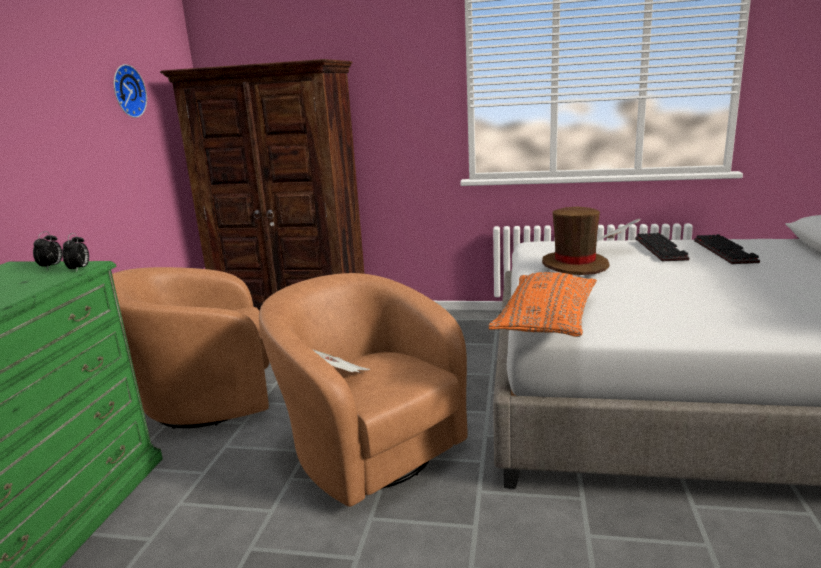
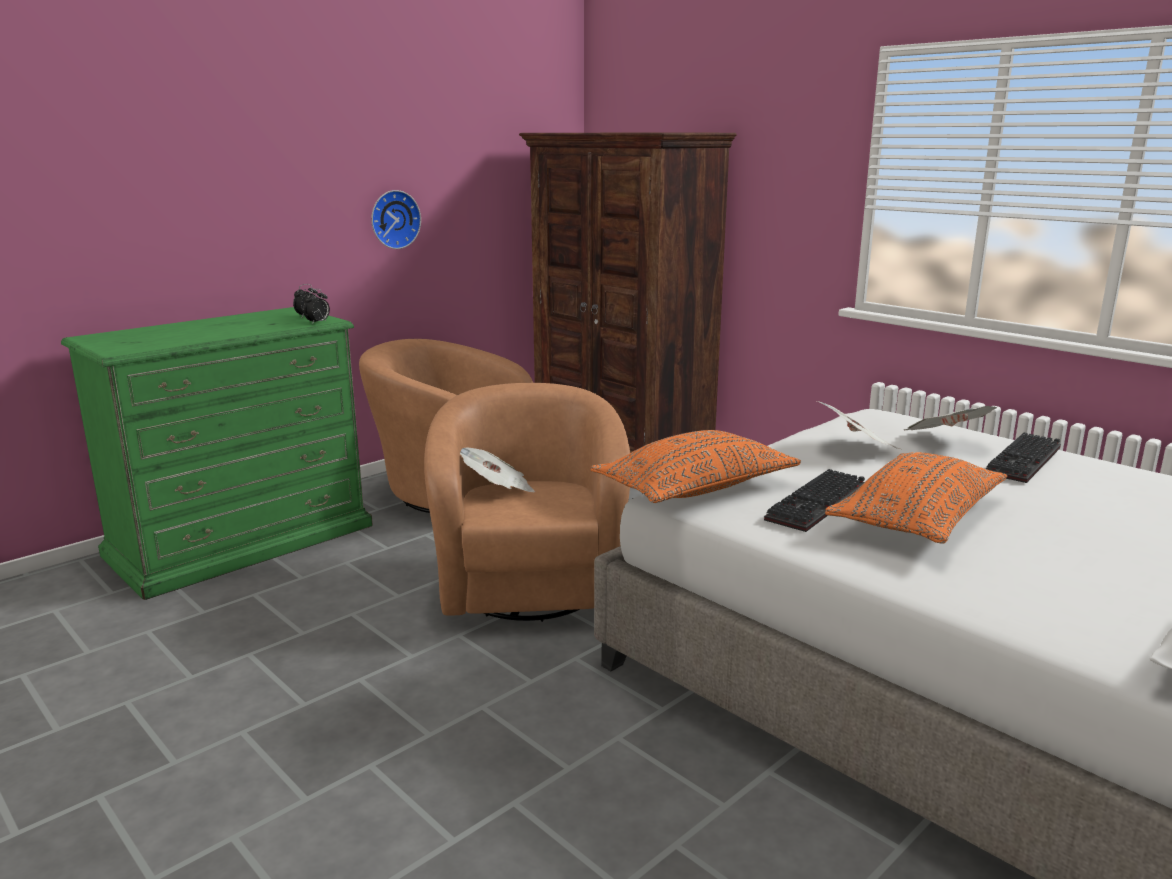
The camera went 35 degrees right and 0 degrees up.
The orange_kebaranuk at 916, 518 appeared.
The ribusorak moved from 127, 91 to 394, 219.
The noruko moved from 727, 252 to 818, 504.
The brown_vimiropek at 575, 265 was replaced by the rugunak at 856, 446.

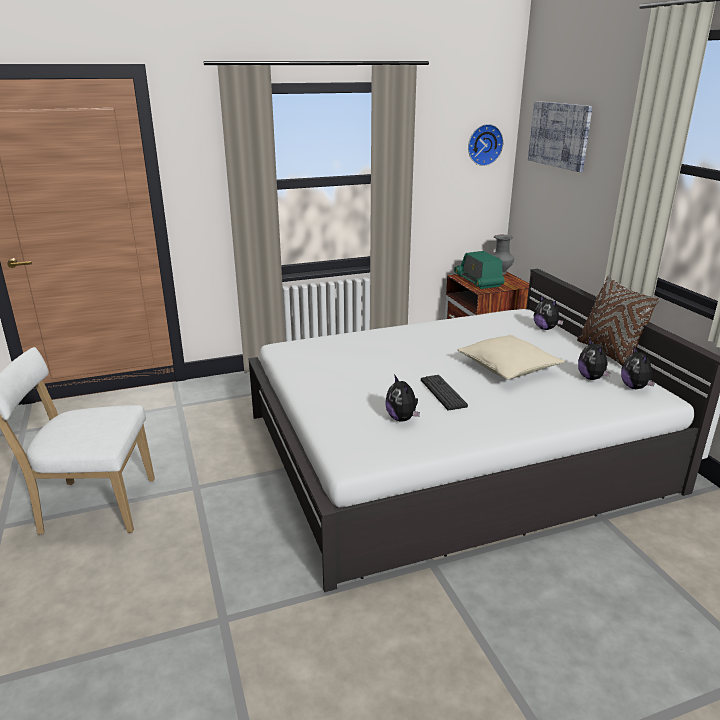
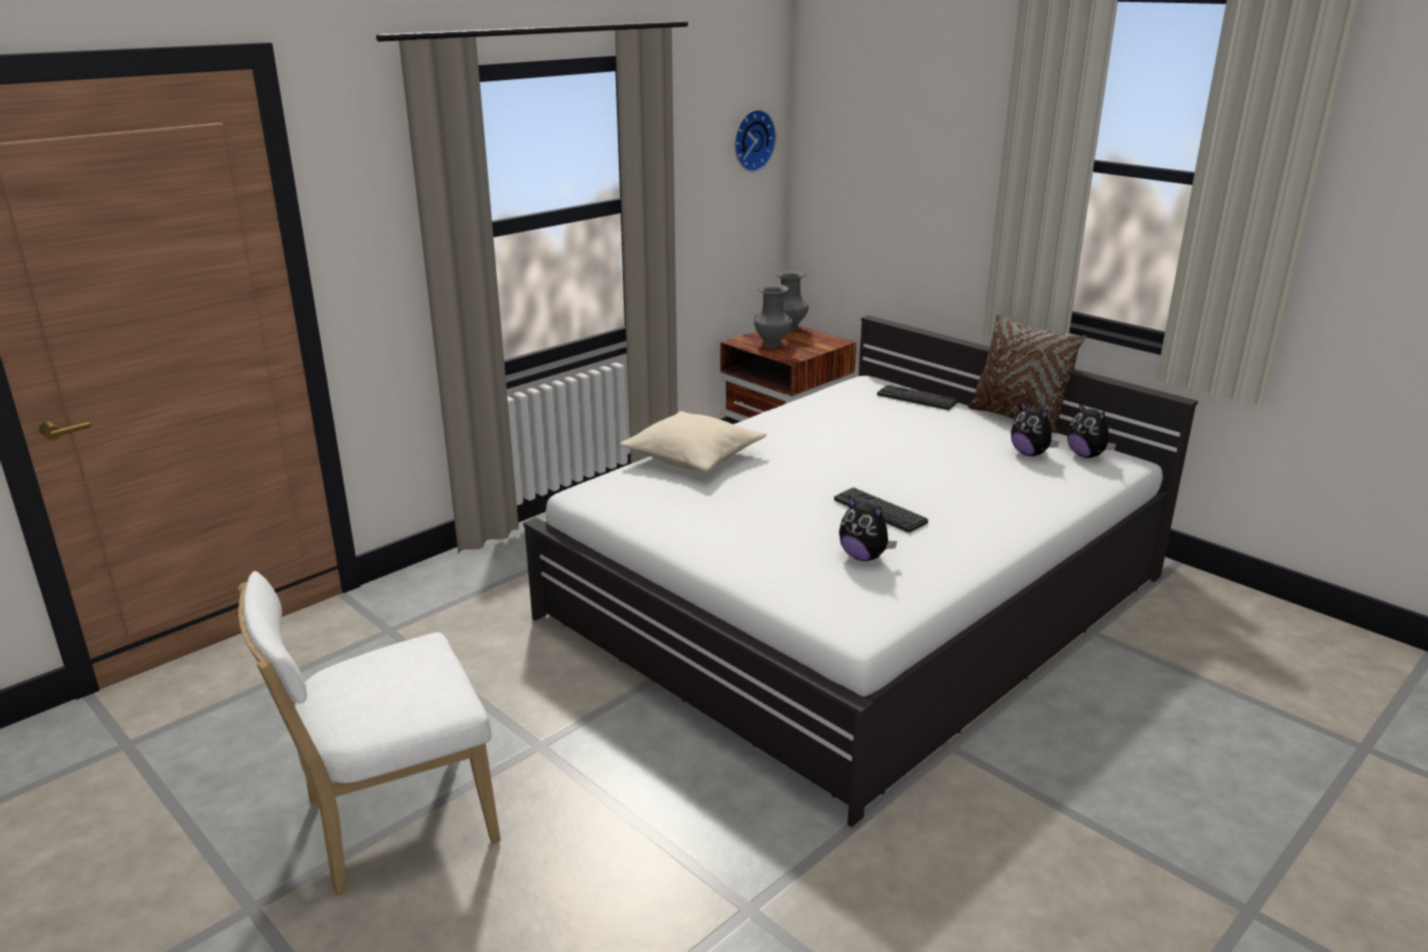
The camera went 25 degrees left and 0 degrees up.
The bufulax at 559, 135 disappeared.
The beige_kebaranuk moved from 508, 368 to 693, 457.
The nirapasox at 478, 281 was replaced by the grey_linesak at 773, 344.
The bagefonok at 545, 328 was replaced by the noruko at 916, 398.

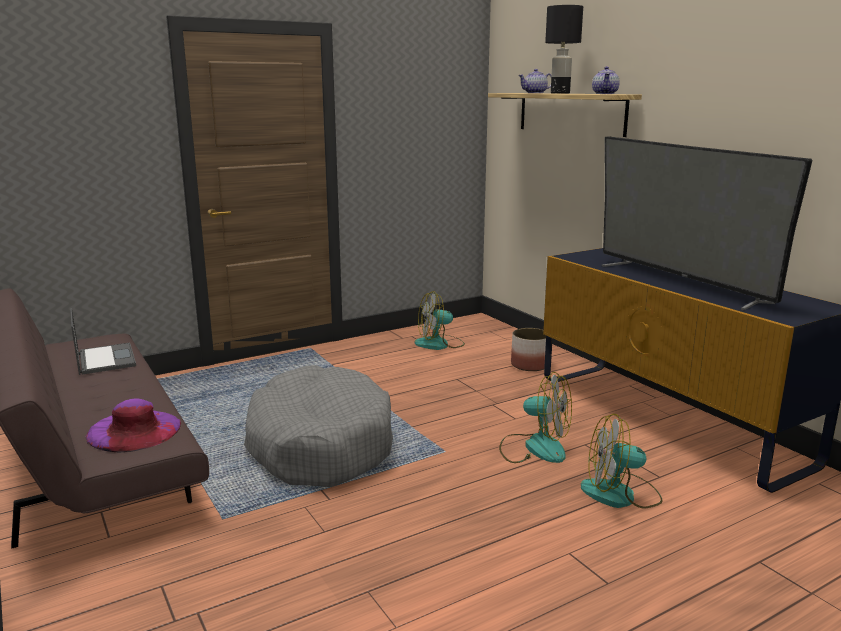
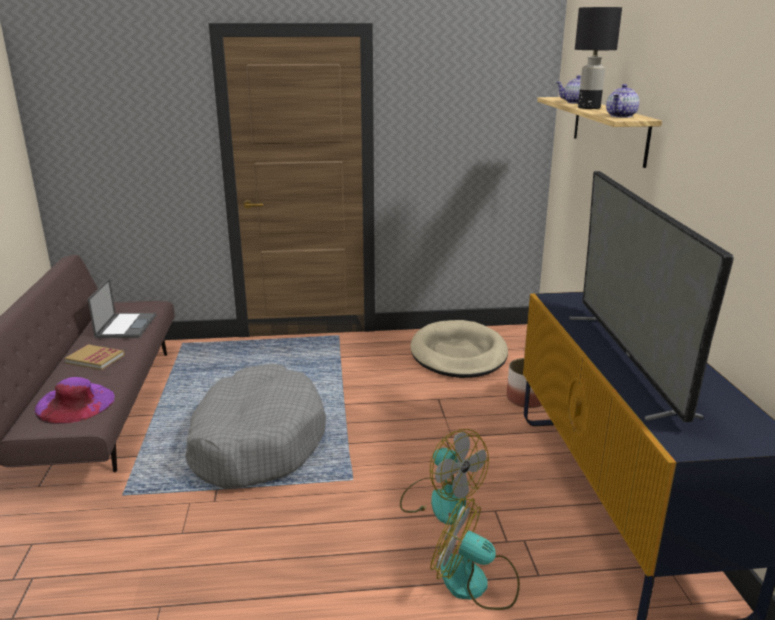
The camera went 25 degrees right and 5 degrees up.
The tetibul at 95, 359 appeared.
The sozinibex at 439, 344 was replaced by the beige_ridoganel at 458, 354.

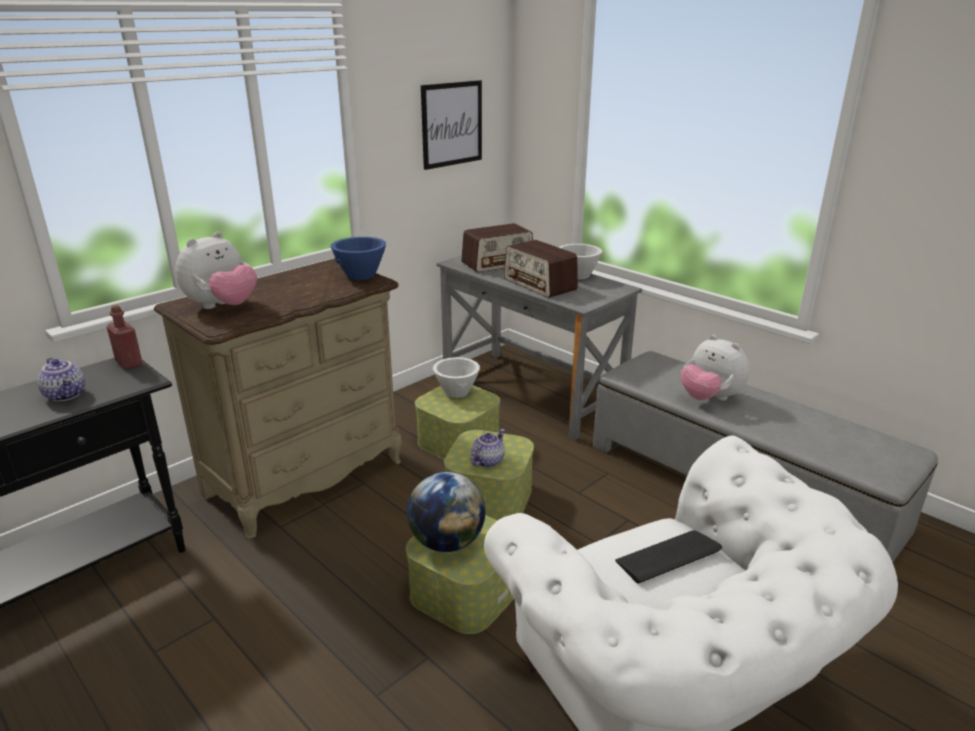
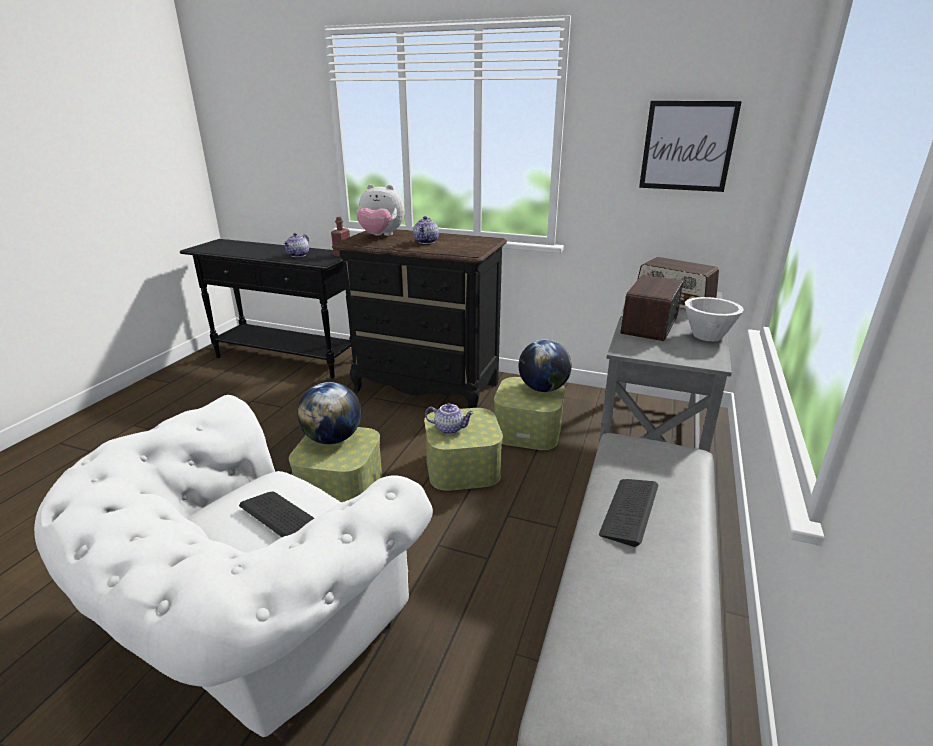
The camera went 65 degrees right and 0 degrees up.
The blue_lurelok at 360, 275 disappeared.
The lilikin at 426, 242 appeared.
The white_lurelok at 456, 392 was replaced by the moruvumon at 543, 389.
The bagefonok at 710, 398 was replaced by the noruko at 629, 511.
The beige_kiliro at 308, 479 became the black_kiliro at 425, 389.

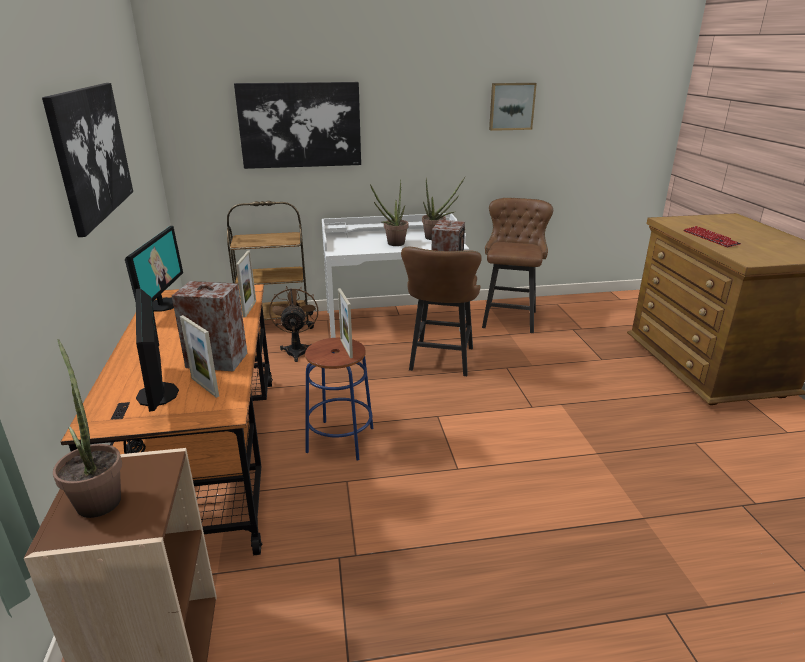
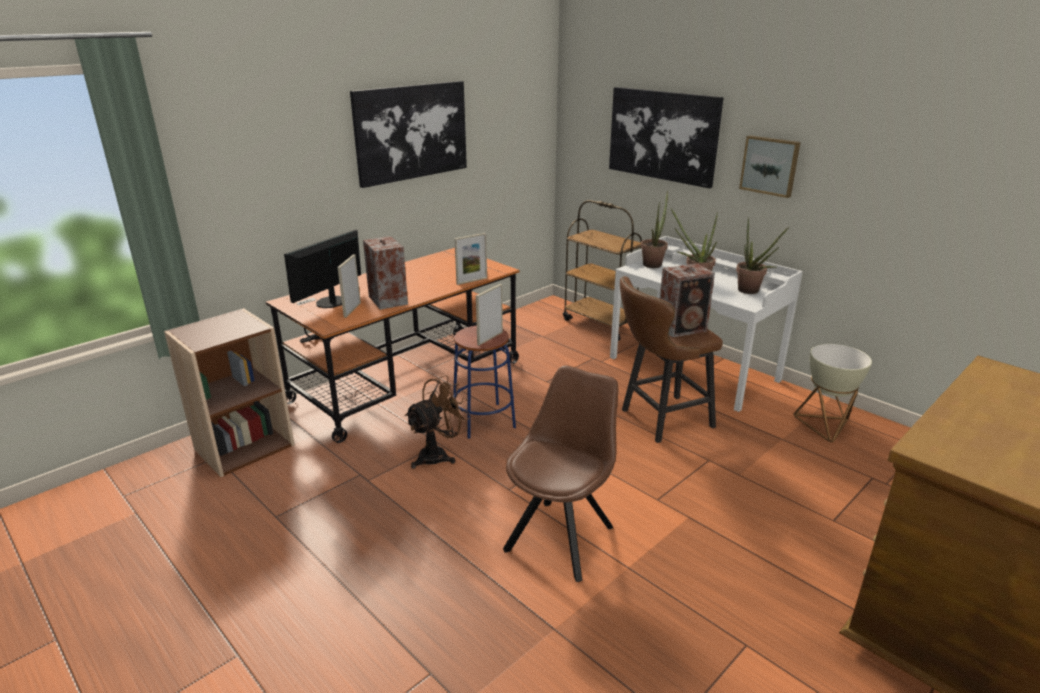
The camera went 55 degrees right and 0 degrees up.
The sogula at 162, 304 disappeared.
The noruko at 710, 238 disappeared.
The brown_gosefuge at 561, 538 appeared.
The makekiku moved from 98, 497 to 653, 263.
The brown_sozinibex moved from 297, 349 to 438, 455.
The bufulax moved from 511, 106 to 770, 165.
The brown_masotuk at 510, 316 was replaced by the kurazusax at 824, 425.

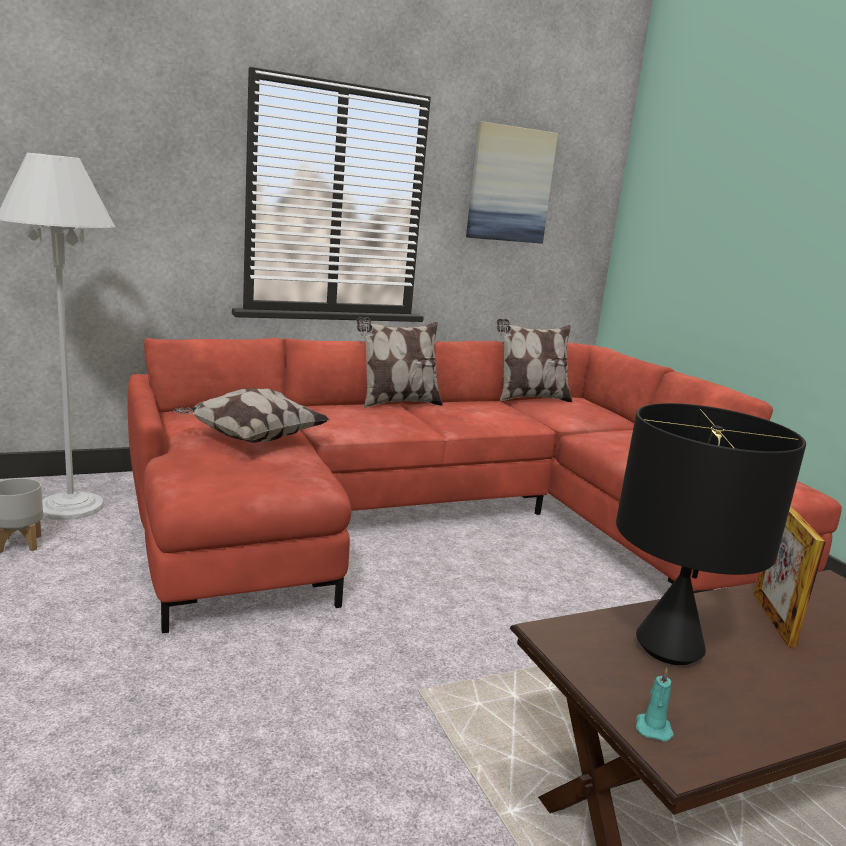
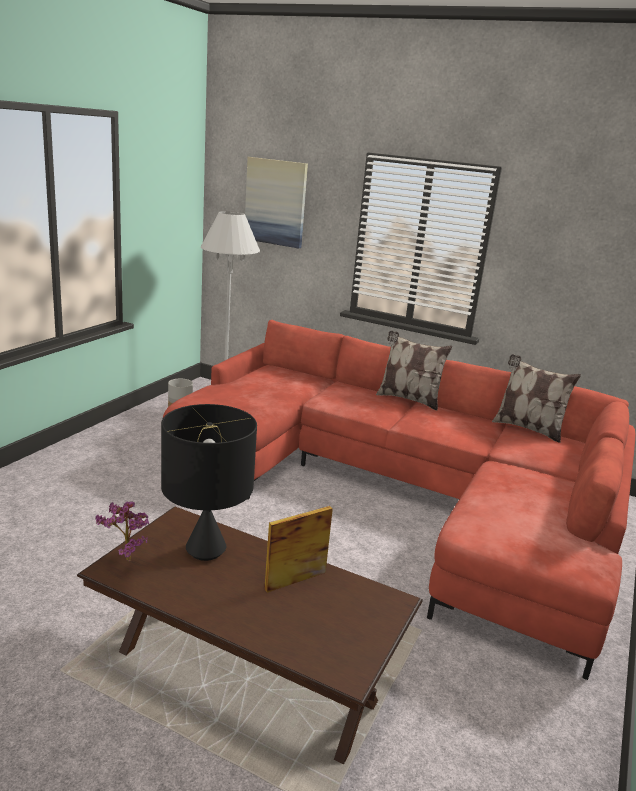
The camera went 50 degrees right and 5 degrees up.
The kebaranuk at 251, 439 disappeared.
The bufulax moved from 510, 185 to 276, 202.
The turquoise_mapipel at 652, 727 was replaced by the makekiku at 124, 558.

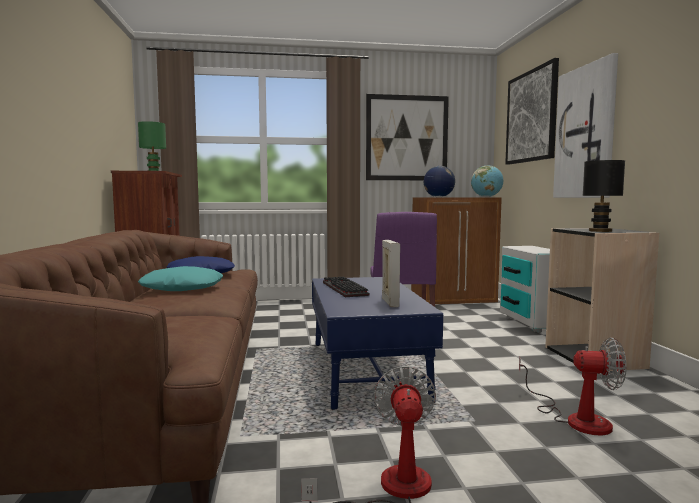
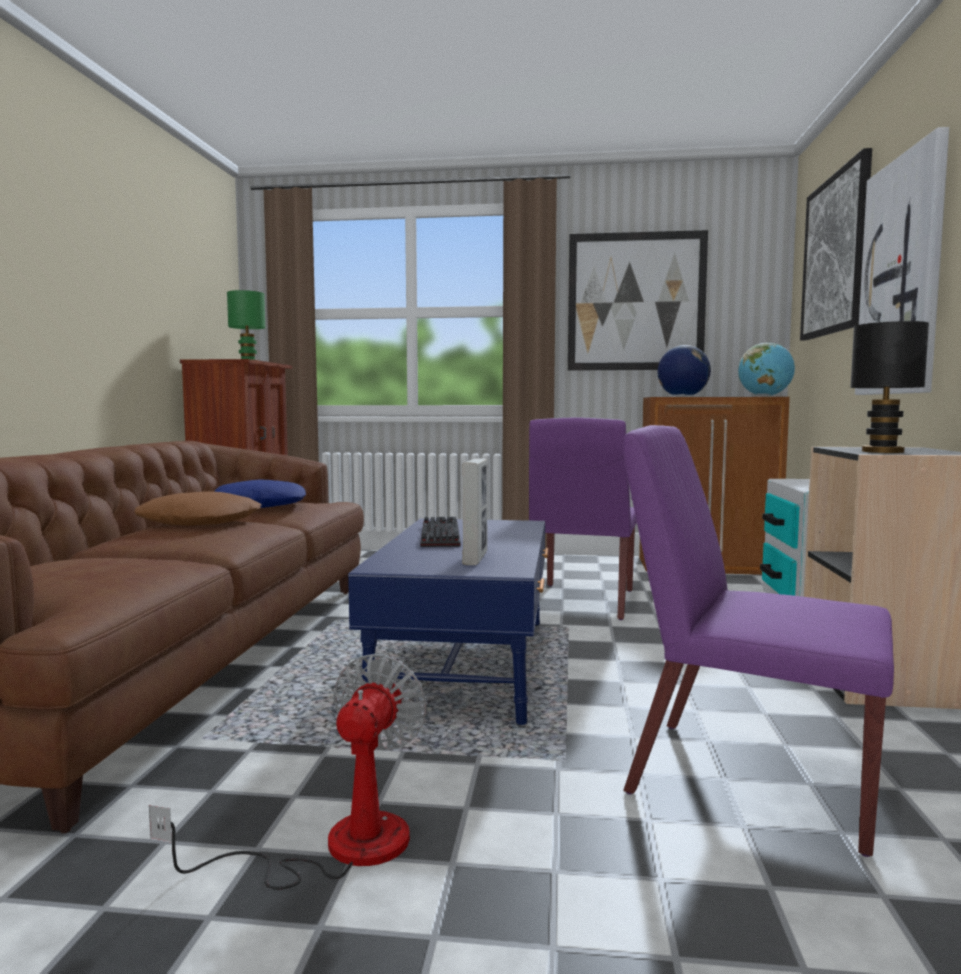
The camera went 15 degrees right and 0 degrees up.
The sozinibex at 576, 418 was replaced by the purple_gosefuge at 748, 779.
The turquoise_kebaranuk at 183, 288 became the brown_kebaranuk at 201, 522.

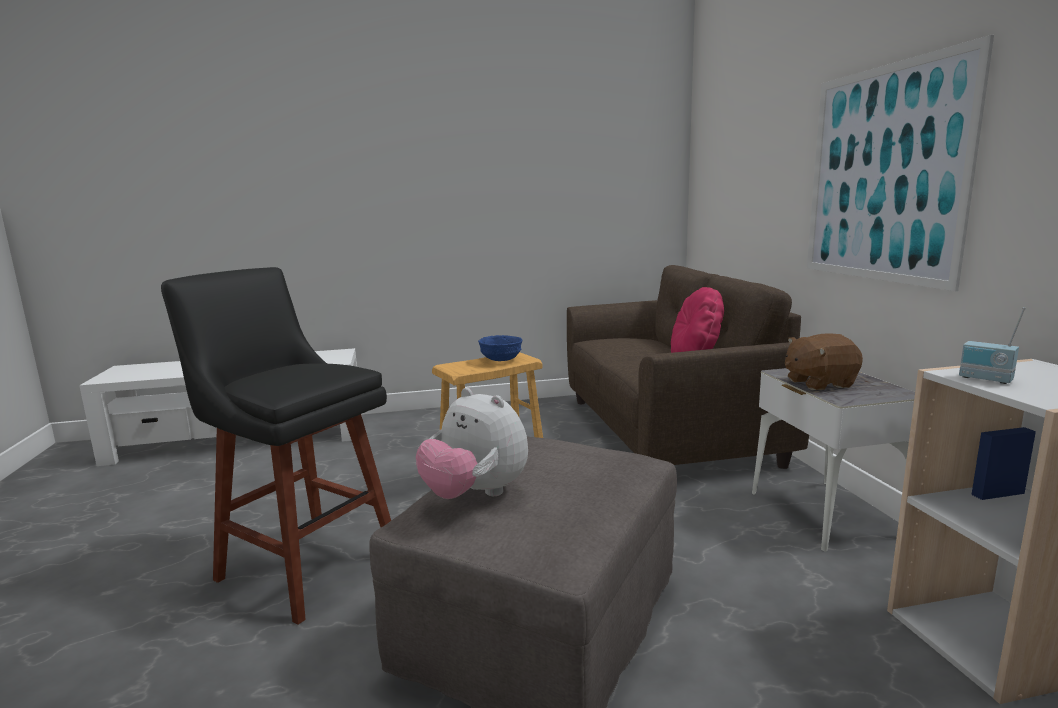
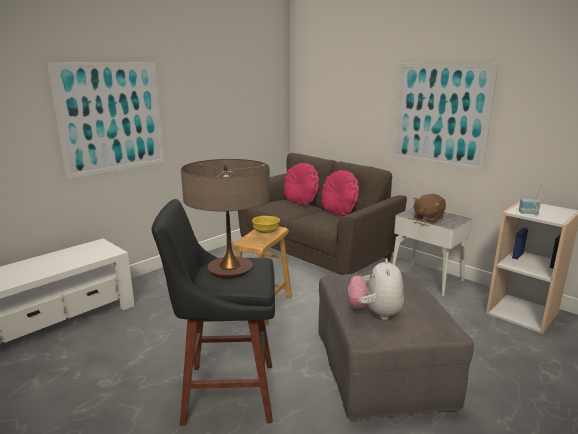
The camera went 35 degrees left and 5 degrees up.
The bufulax at 112, 118 appeared.
The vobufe at 230, 270 appeared.
The pink_kebaranuk at 301, 202 appeared.
The blue_lurelok at 500, 360 became the yellow_lurelok at 265, 232.
The bagefonok at 475, 495 turned 90 degrees clockwise.

